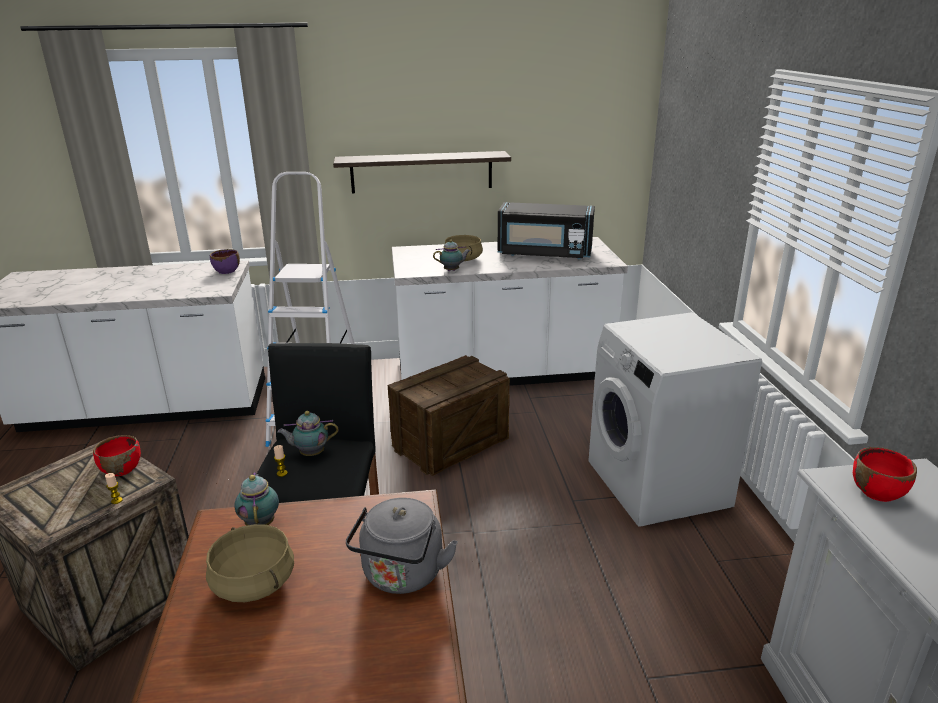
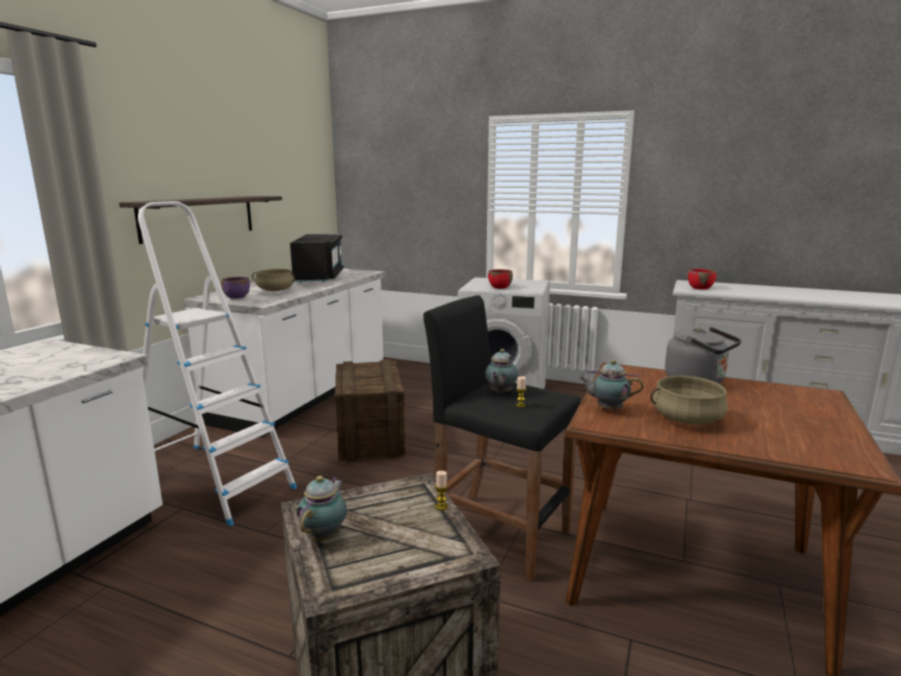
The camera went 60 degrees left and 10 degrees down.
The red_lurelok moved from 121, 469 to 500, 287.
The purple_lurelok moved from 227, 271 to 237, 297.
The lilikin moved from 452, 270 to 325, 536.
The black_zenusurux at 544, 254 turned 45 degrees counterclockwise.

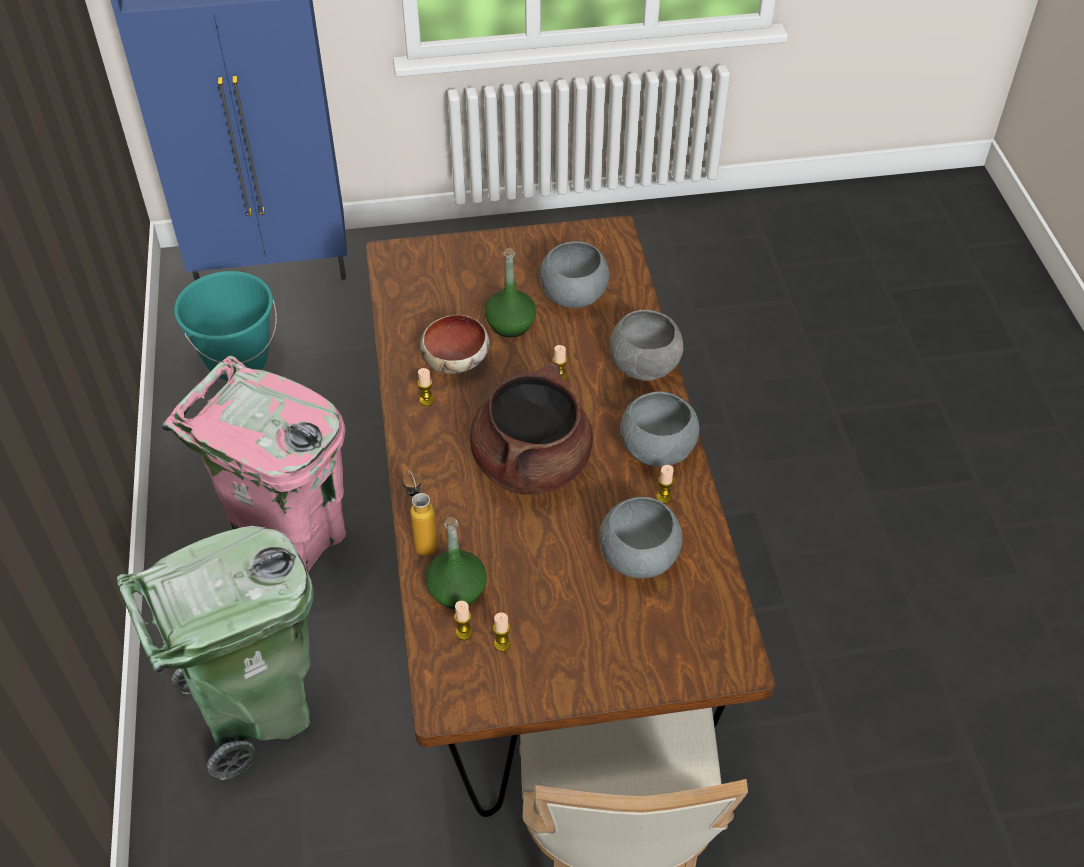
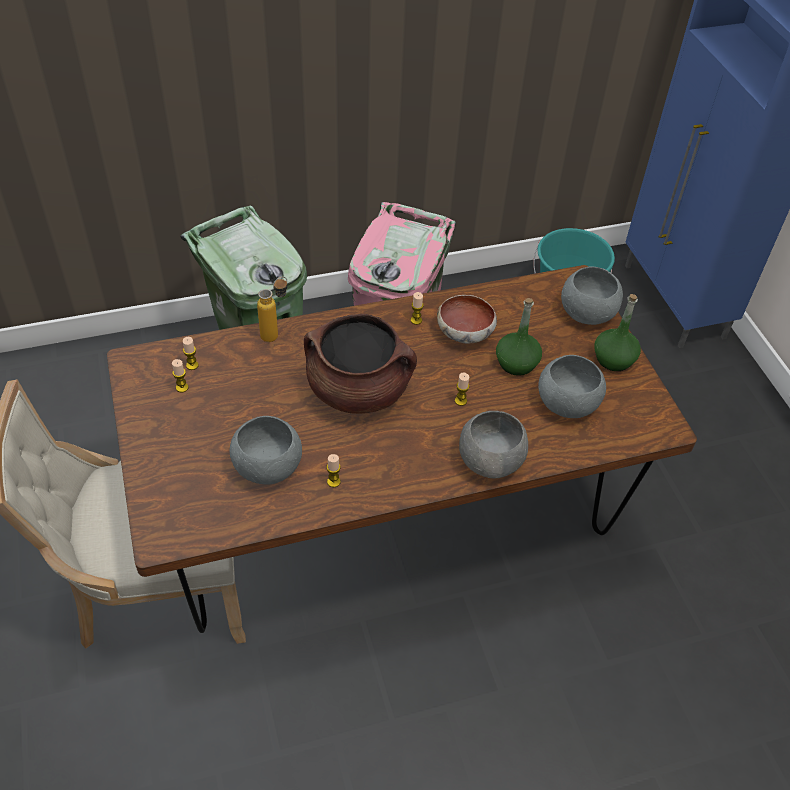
The camera went 80 degrees right and 0 degrees up.
The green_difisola moved from 456, 590 to 613, 359.
The grey_lurelok moved from 658, 449 to 587, 313.

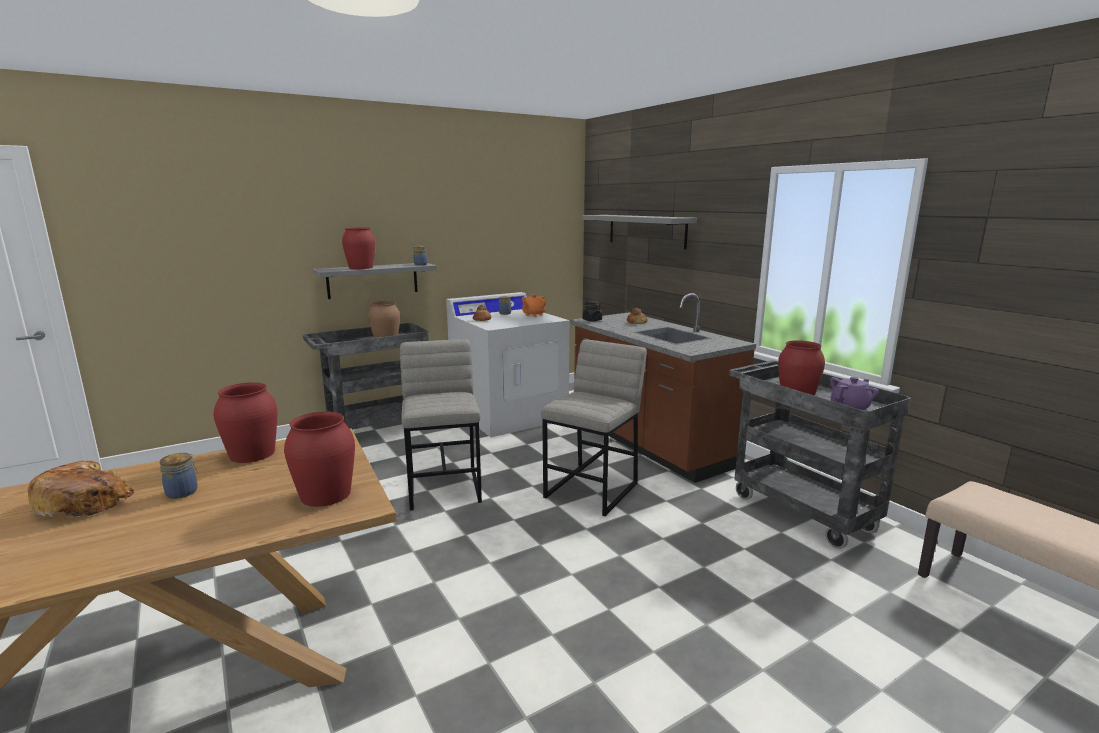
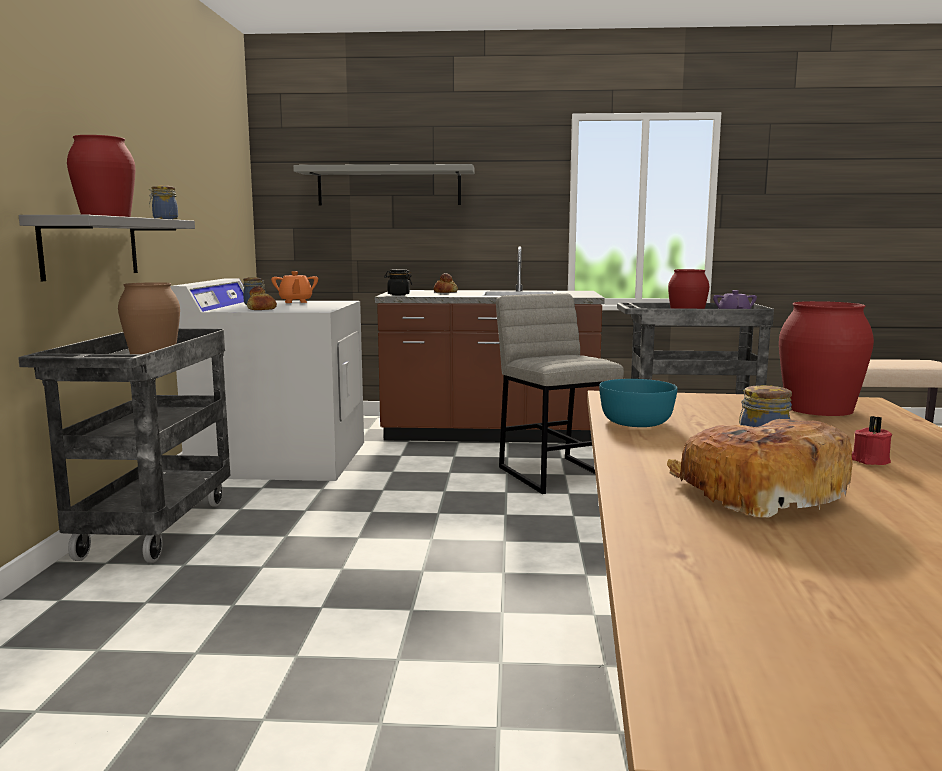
The camera went 55 degrees left and 5 degrees down.
The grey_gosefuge at 444, 487 disappeared.
The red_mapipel at 869, 461 appeared.
The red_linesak at 252, 453 was replaced by the turquoise_lurelok at 635, 422.

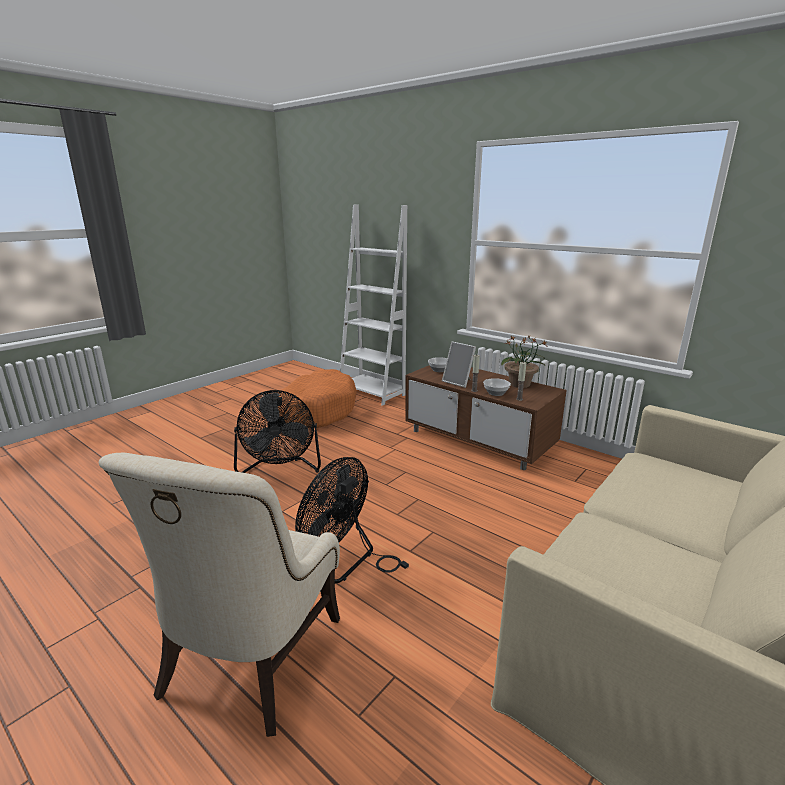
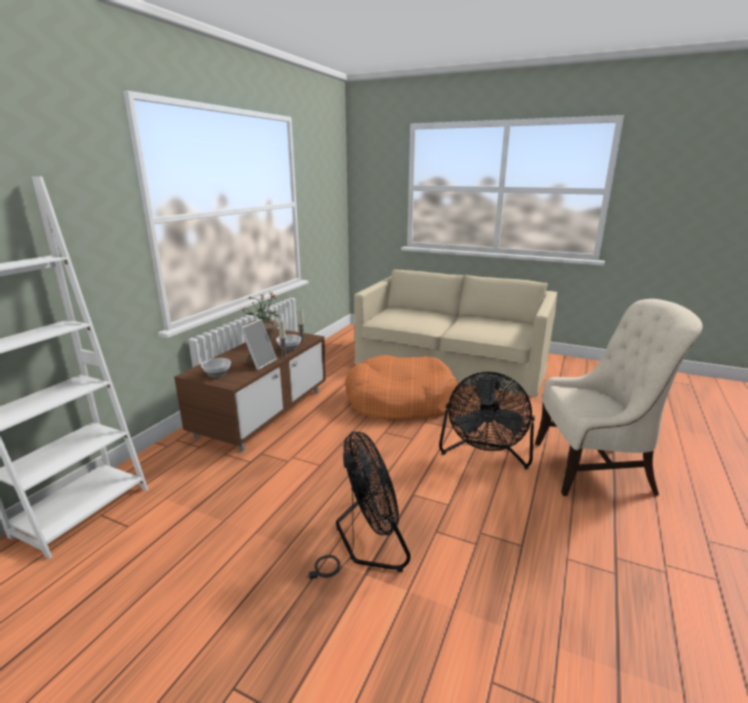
The camera went 105 degrees left and 0 degrees up.
The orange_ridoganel moved from 314, 411 to 400, 401.

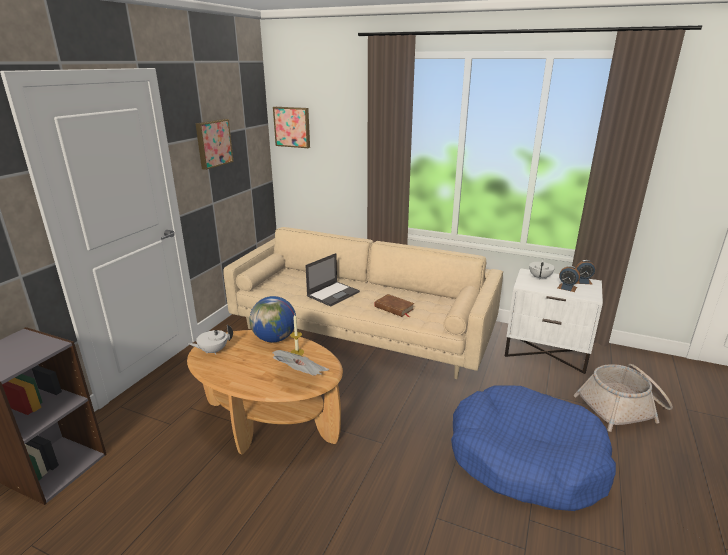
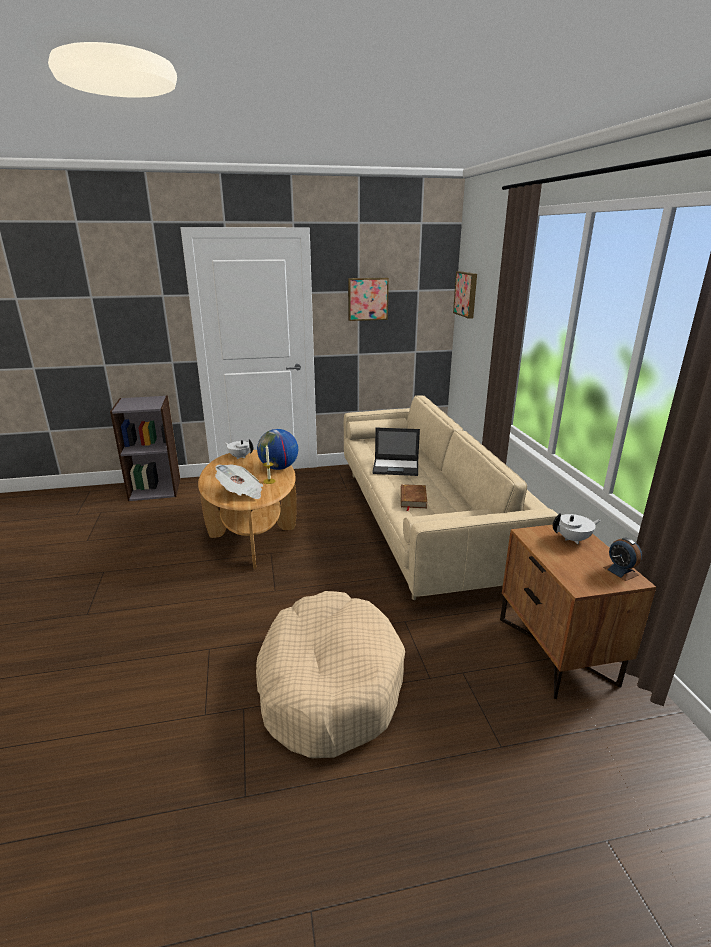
The camera went 55 degrees right and 0 degrees up.
The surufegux at 567, 287 disappeared.
The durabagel at 623, 408 disappeared.
The blue_ridoganel at 525, 459 became the beige_ridoganel at 329, 684.
The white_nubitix at 546, 352 became the brown_nubitix at 557, 651.

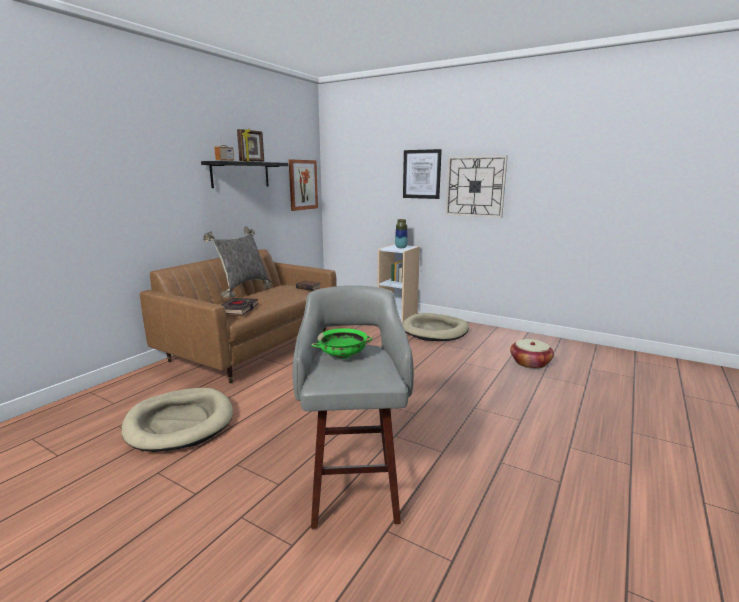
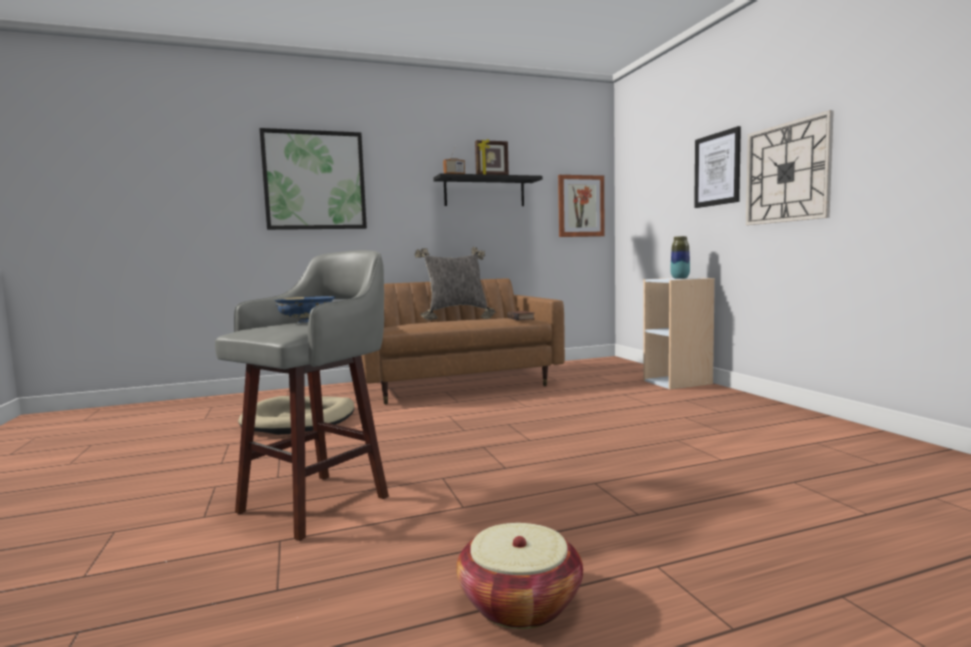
The camera went 40 degrees right and 10 degrees down.
The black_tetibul at 238, 309 disappeared.
The beige_ridoganel at 435, 330 disappeared.
The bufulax at 314, 180 appeared.
The durabagel moved from 530, 363 to 520, 602.
The green_lurelok at 342, 355 became the blue_lurelok at 306, 321.

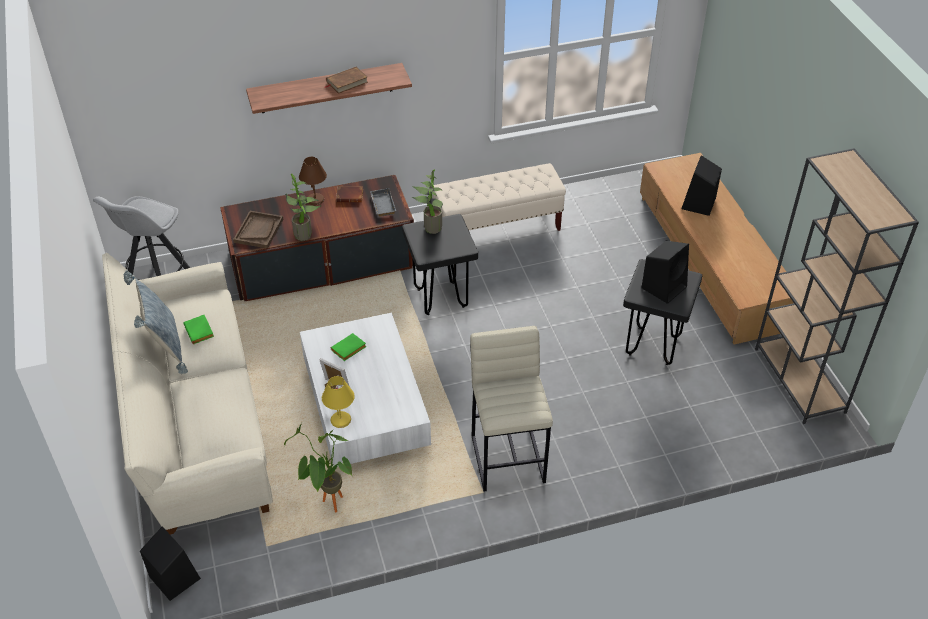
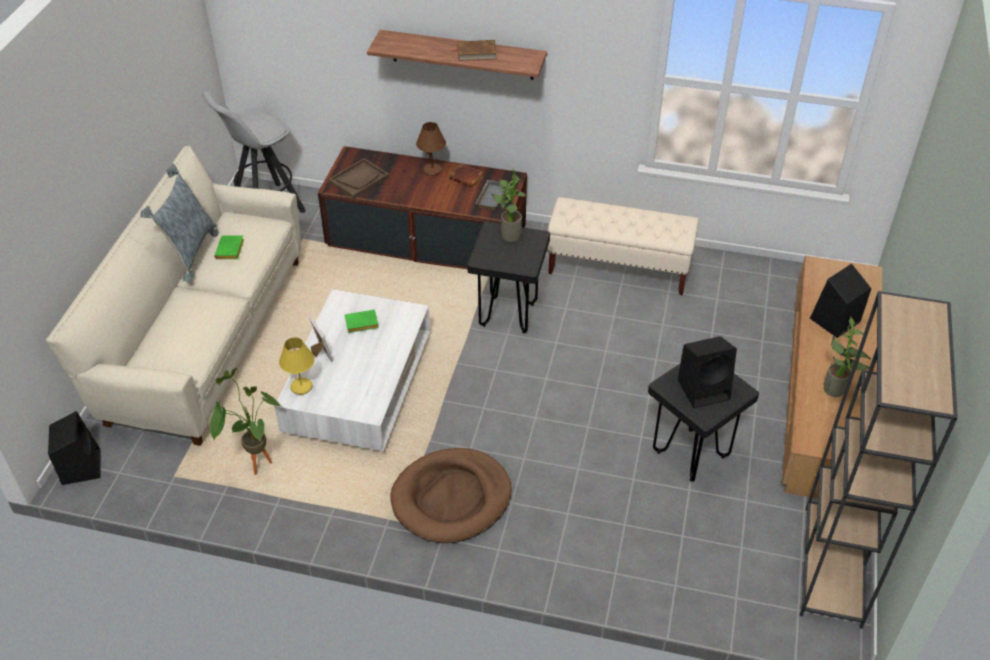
The camera went 30 degrees right and 0 degrees up.
The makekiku moved from 305, 234 to 837, 390.
The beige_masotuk at 507, 457 was replaced by the brown_ridoganel at 451, 498.

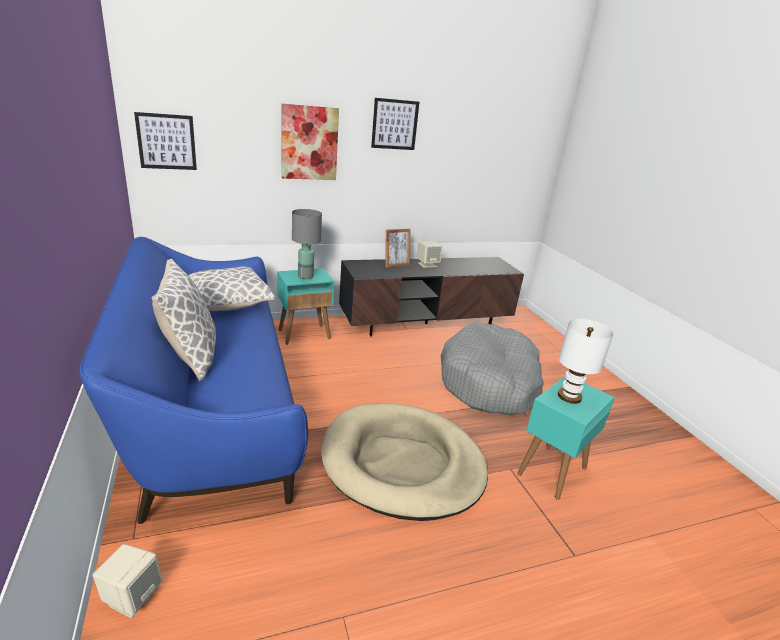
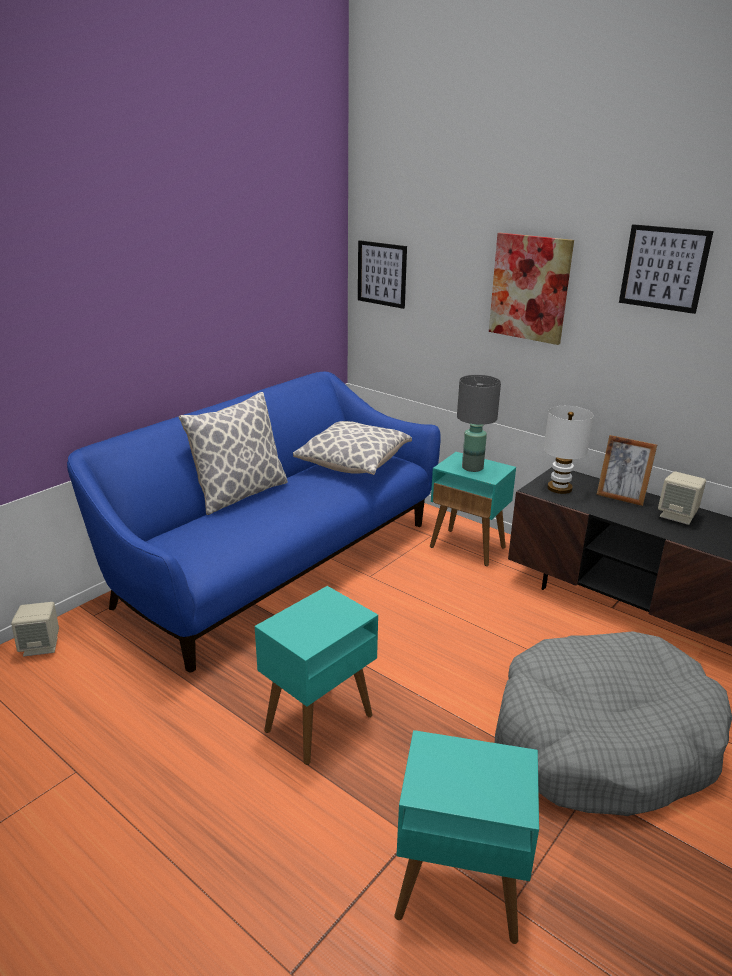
The camera went 60 degrees right and 0 degrees up.
The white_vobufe moved from 569, 396 to 559, 488.
The beige_ridoganel at 402, 463 was replaced by the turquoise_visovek at 318, 724.

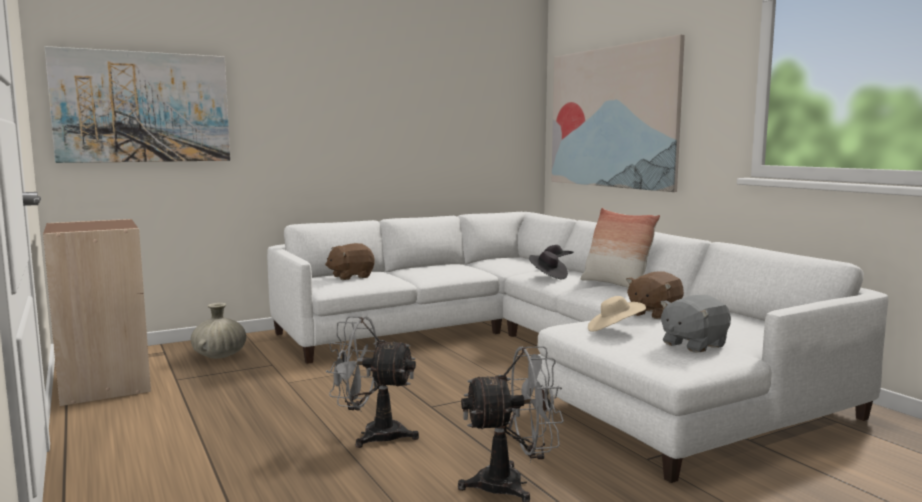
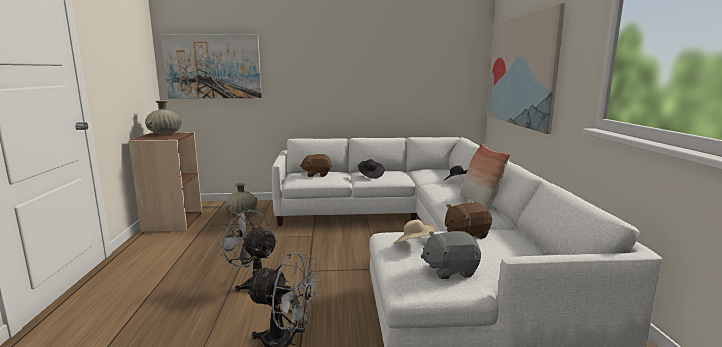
The camera went 25 degrees right and 5 degrees up.
The beige_linesak at 164, 134 appeared.
The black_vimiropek moved from 547, 276 to 370, 175.

